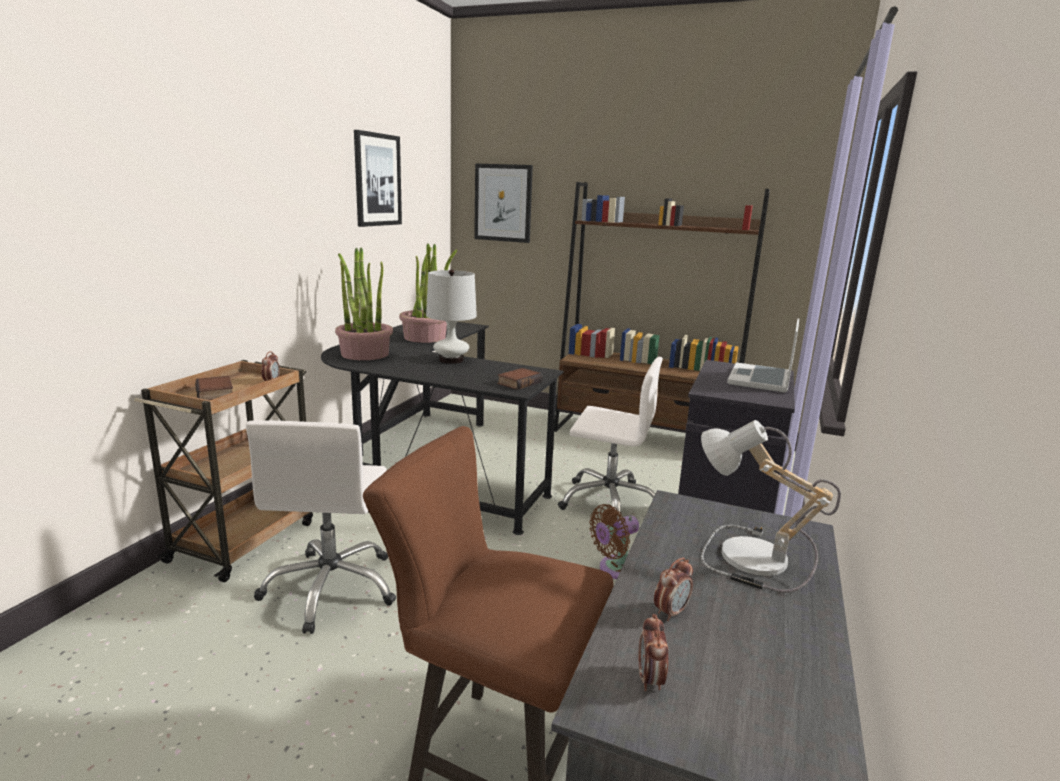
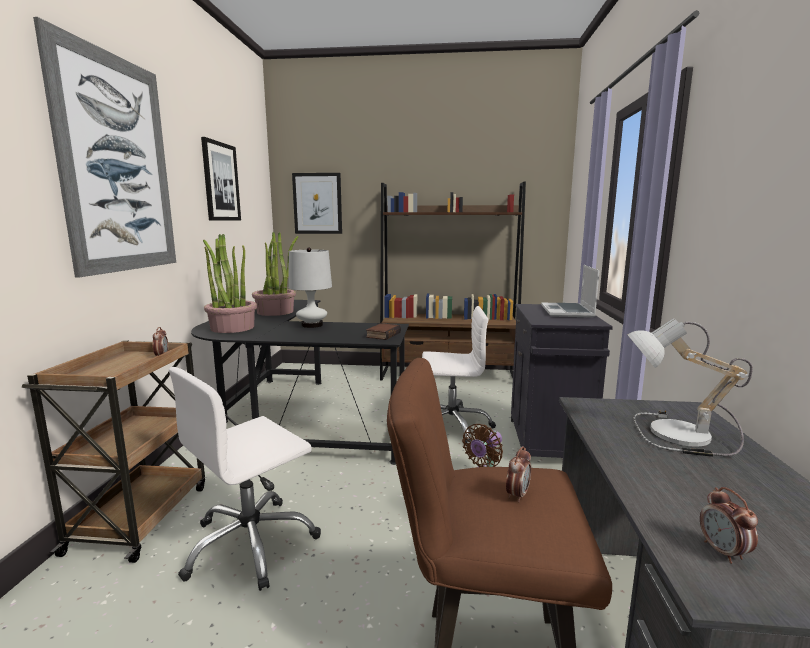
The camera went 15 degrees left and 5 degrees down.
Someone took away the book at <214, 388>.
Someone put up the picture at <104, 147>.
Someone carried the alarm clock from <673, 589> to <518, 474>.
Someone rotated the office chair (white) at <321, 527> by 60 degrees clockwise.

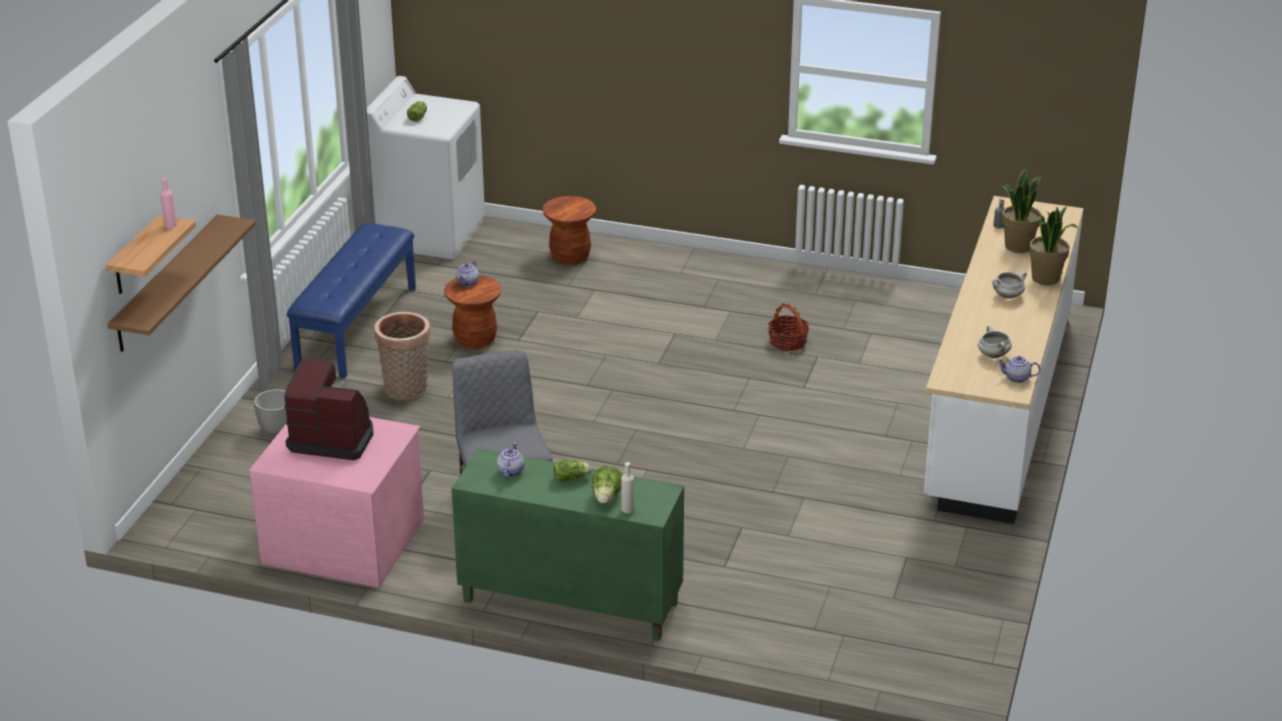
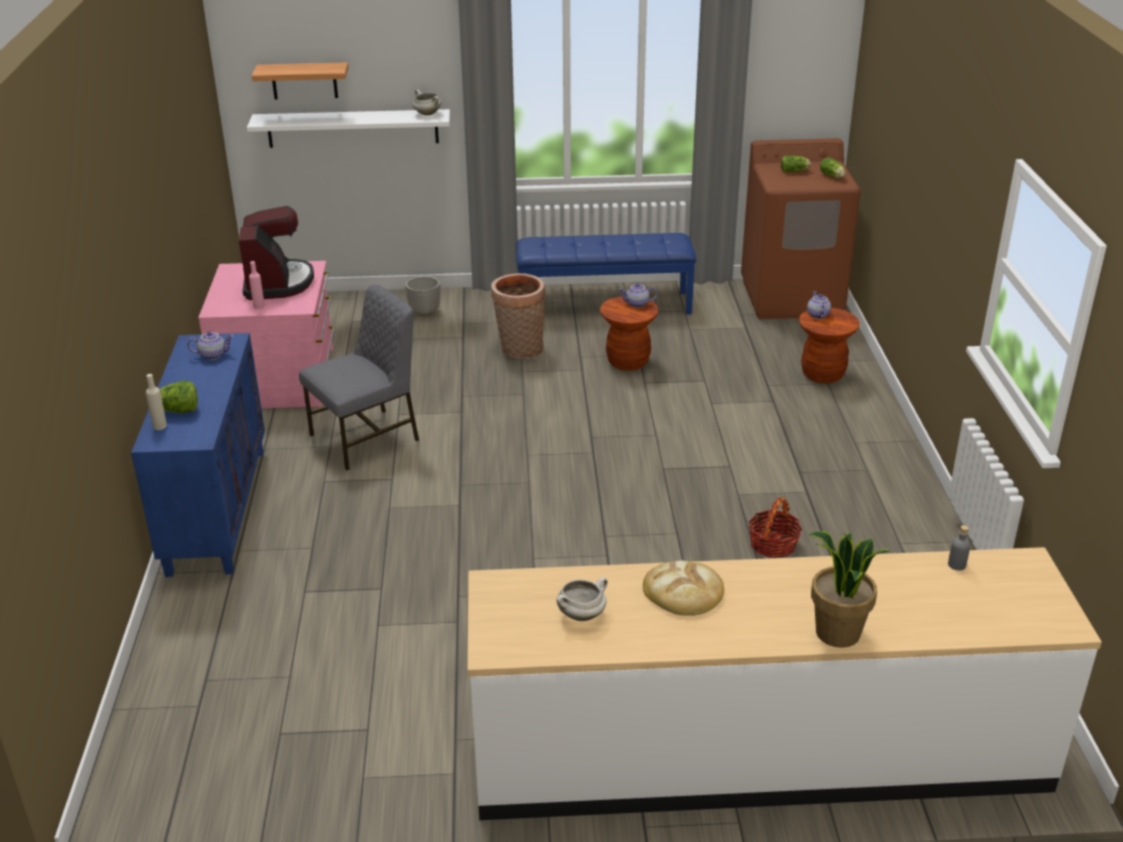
The camera went 70 degrees right and 0 degrees up.
Someone took away the potted plant at <1021, 210>.
Someone put down the bread at <683, 588>.
Someone carried the bottle (pink) from <168, 203> to <257, 285>.
Someone carried the lettuce from <572, 470> to <832, 168>.
Someone carried the cooking pot (white) from <1009, 285> to <427, 103>.
Someone carried the teapot from <1018, 369> to <819, 305>.
Someone repainted the shelf (brown) at <181, 283>, which became the shelf (white) at <348, 128>.
Someone repainted the washing machine (white) at <426, 167>, which became the washing machine (brown) at <801, 228>.
Someone repainted the cabinet (green) at <568, 544>, which became the cabinet (blue) at <198, 455>.

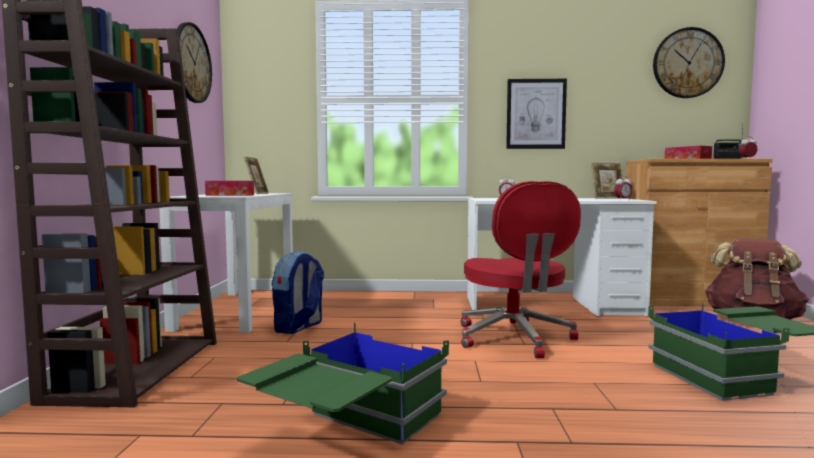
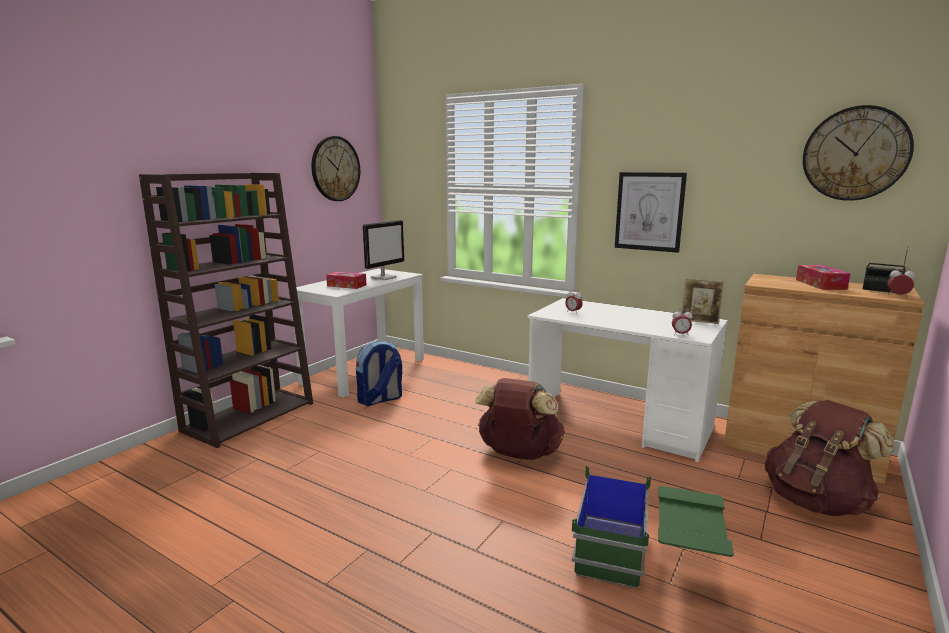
The camera went 30 degrees right and 10 degrees up.
Someone took away the storage box (green) at <343, 383>.
Someone swapped the picture frame at <256, 175> for the monitor at <383, 250>.
Someone swapped the office chair (red) at <521, 269> for the backpack (brown) at <520, 419>.

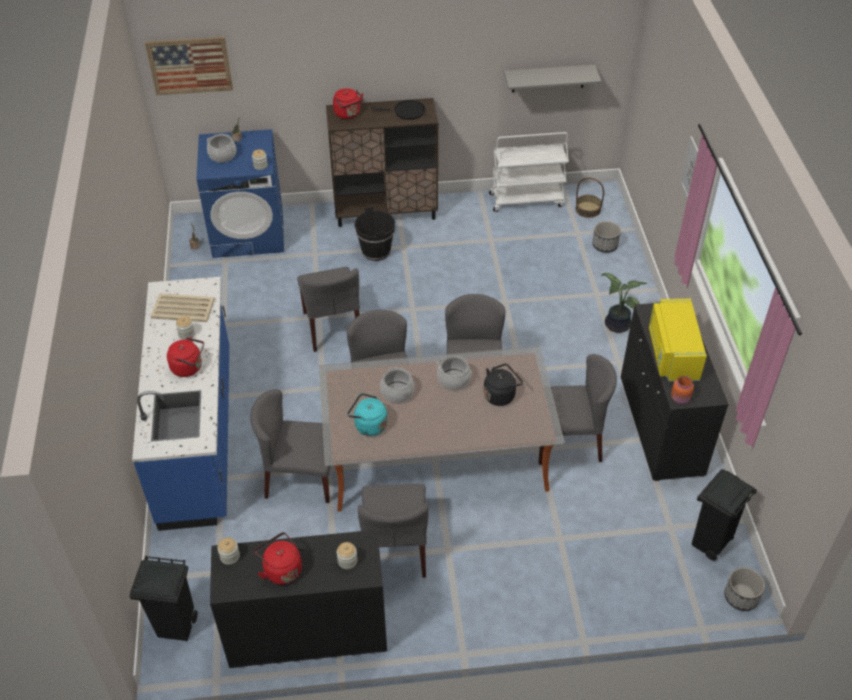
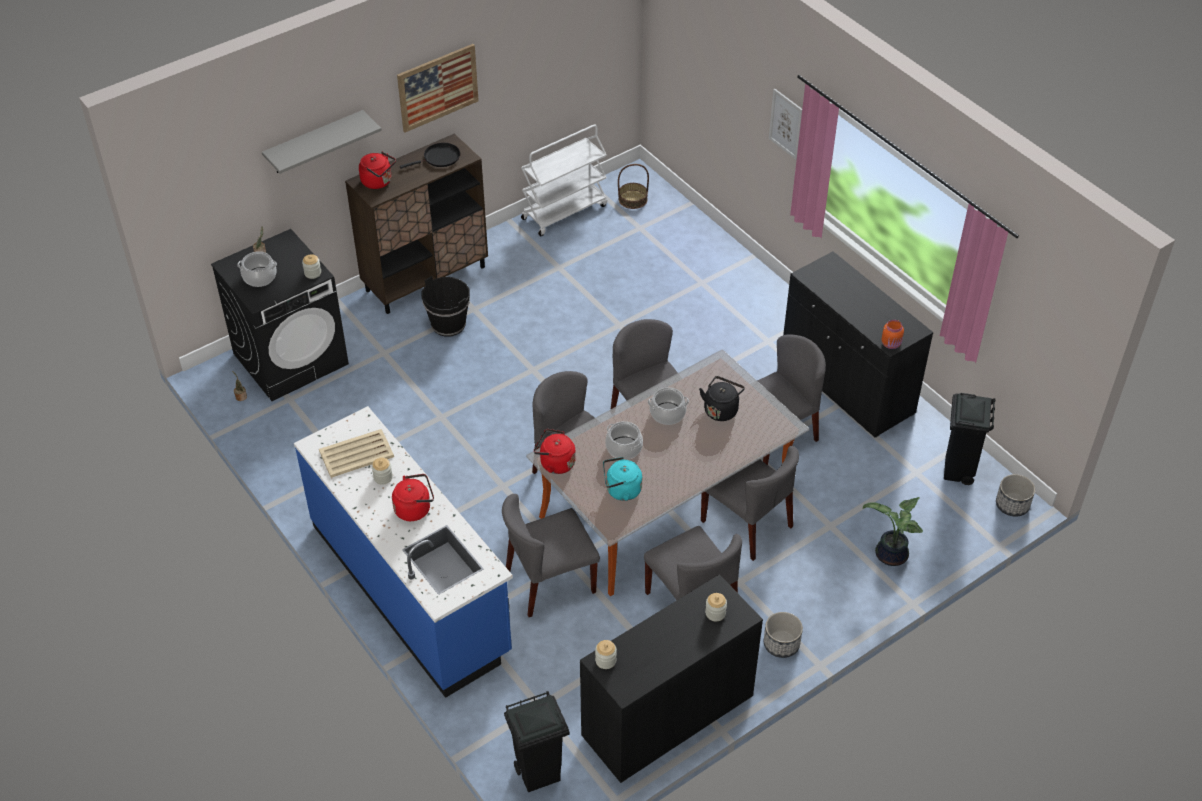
The camera went 30 degrees left and 0 degrees up.
Someone took away the microwave (yellow) at <678, 340>.
Someone carried the picture from <189, 65> to <438, 88>.
Someone carried the kettle (red) from <278, 558> to <555, 451>.
Someone carried the chair (grey) from <328, 309> to <750, 503>.
Someone carried the shelf (grey) from <552, 78> to <322, 142>.
Someone carried the planter from <606, 237> to <783, 635>.
Someone carried the potted plant from <624, 303> to <893, 531>.
Someone repainted the washing machine (blue) at <240, 193>, which became the washing machine (black) at <280, 315>.

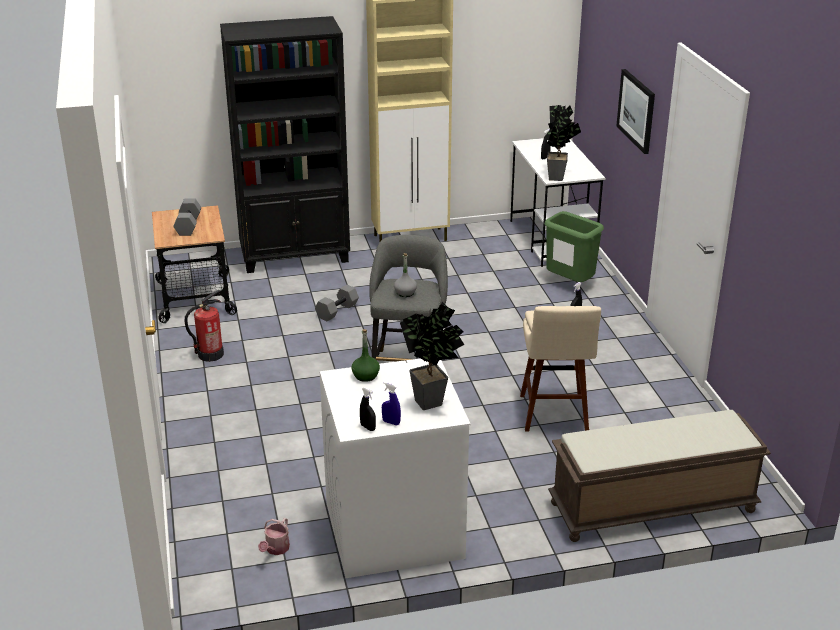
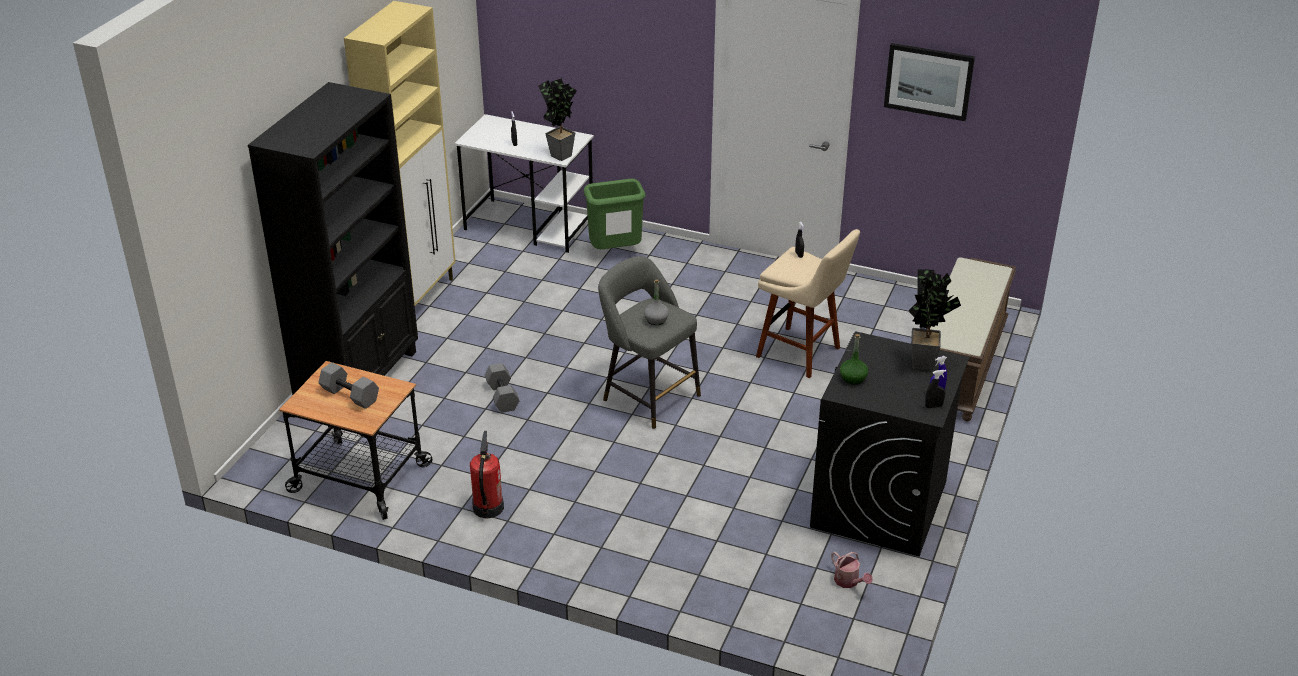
The camera went 55 degrees left and 5 degrees up.
Someone carried the picture from <635, 111> to <929, 82>.
Someone repainted the washing machine (white) at <395, 468>, which became the washing machine (black) at <889, 444>.

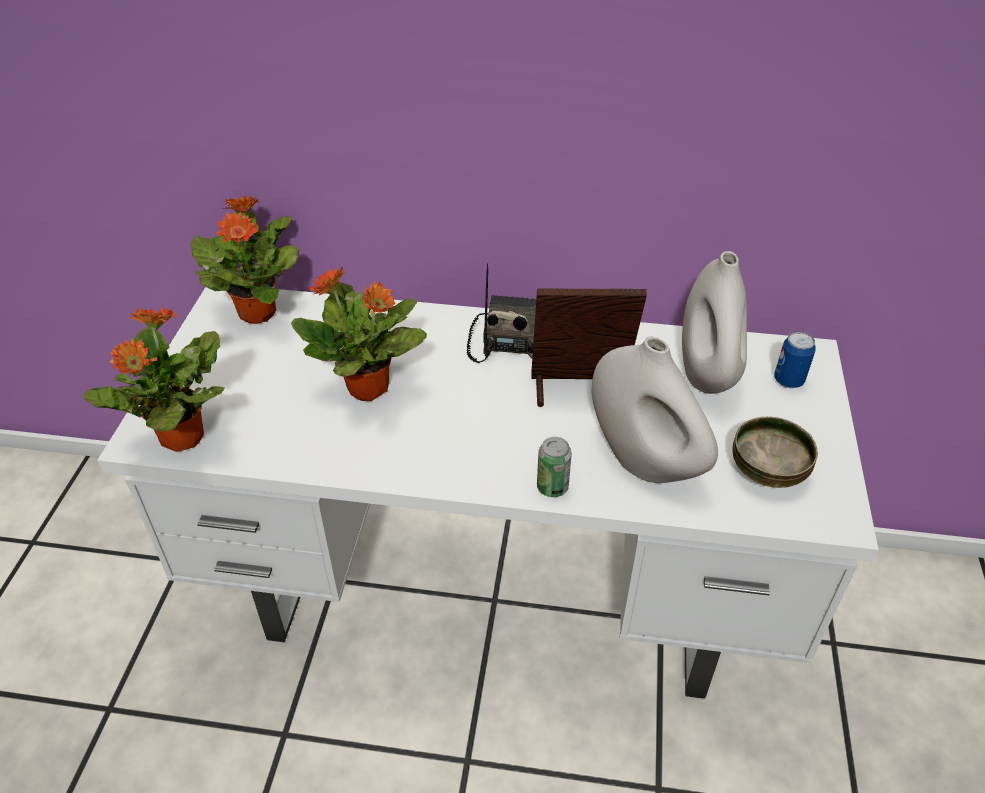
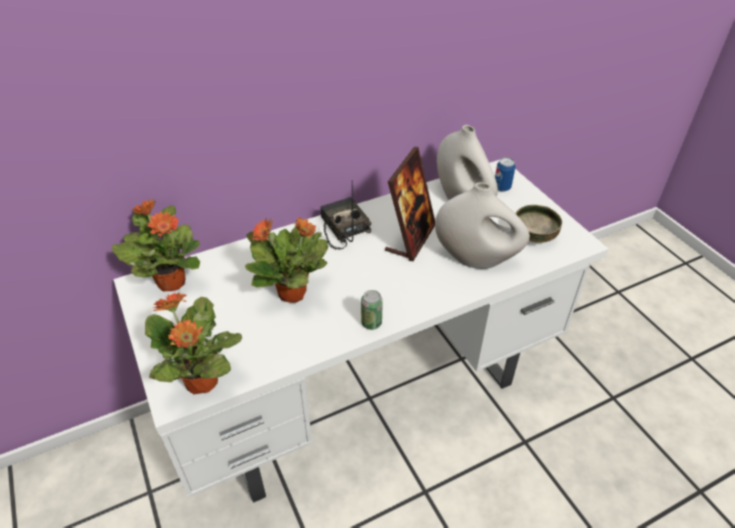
The camera went 35 degrees left and 0 degrees up.
Someone carried the can from <554, 467> to <372, 310>.
Someone rotated the picture frame at <589, 348> by 150 degrees clockwise.

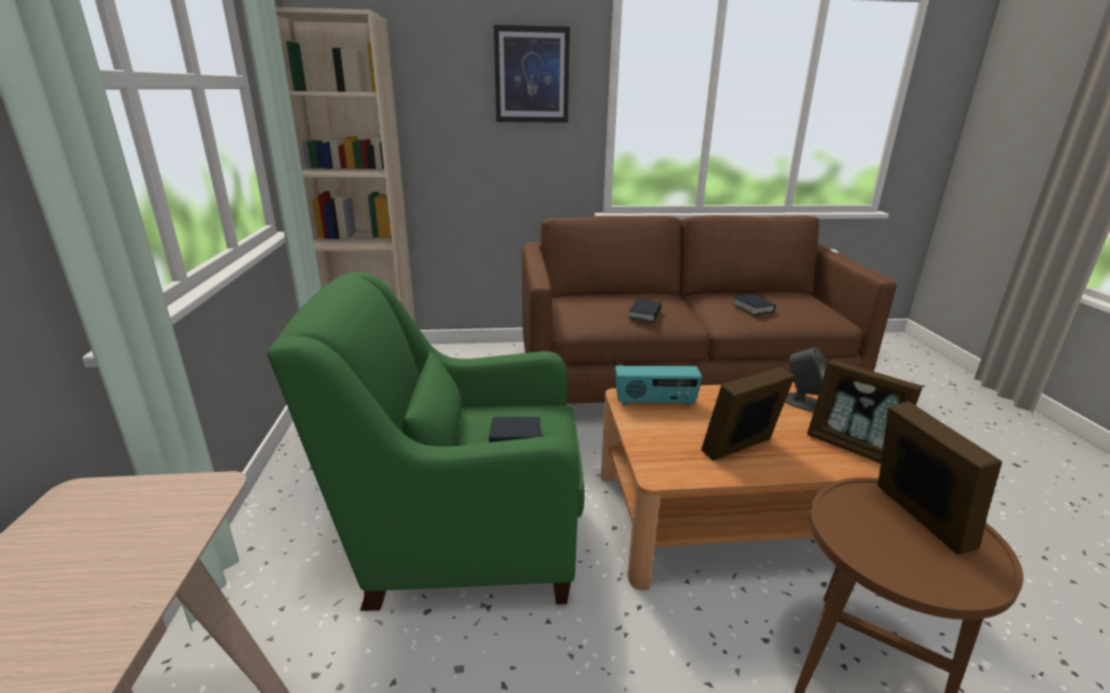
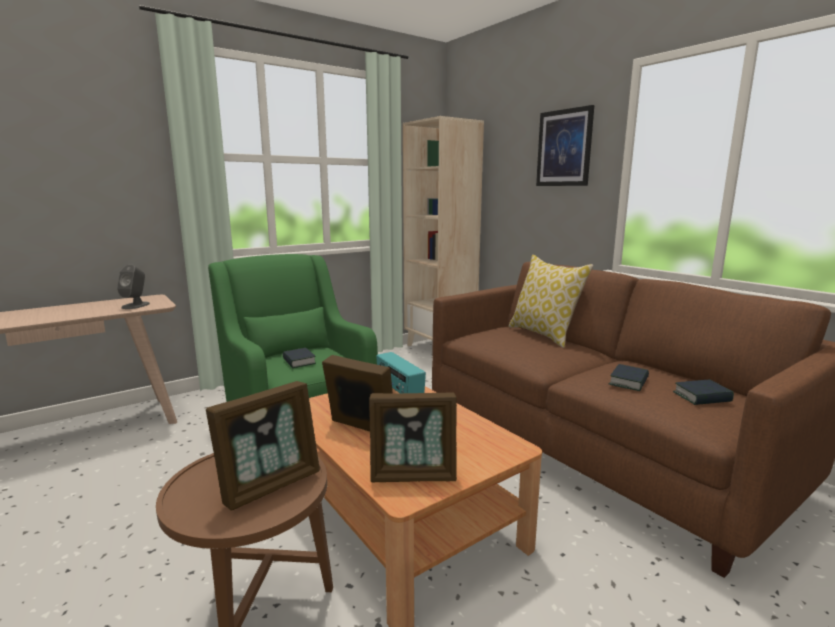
The camera went 60 degrees right and 10 degrees down.
Someone put down the pillow at <550, 301>.
Someone carried the book from <645, 310> to <703, 392>.
Someone carried the speaker (grey) from <805, 379> to <133, 286>.
Someone rotated the picture frame at <864, 412> by 105 degrees counterclockwise.

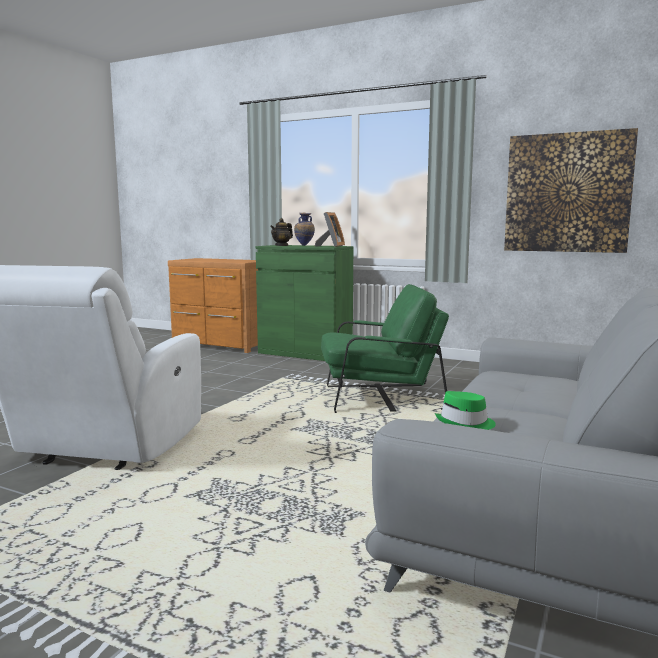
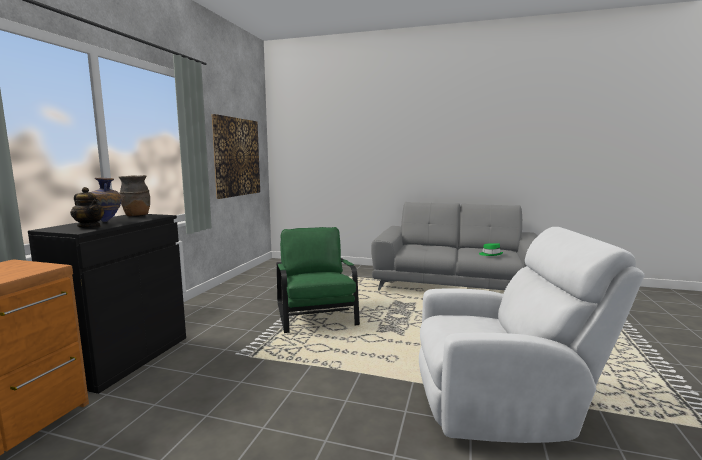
The camera went 100 degrees left and 0 degrees up.
Someone swapped the picture frame at <330, 229> for the vase (brown) at <134, 196>.
Someone repainted the cabinet (green) at <304, 303>, which became the cabinet (black) at <107, 304>.

